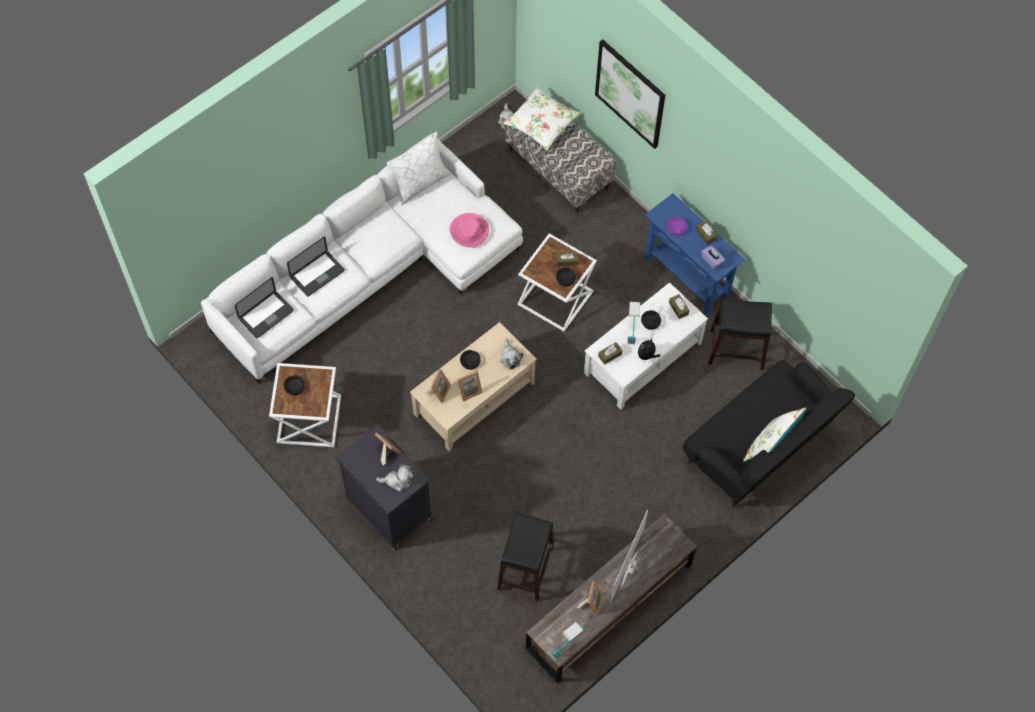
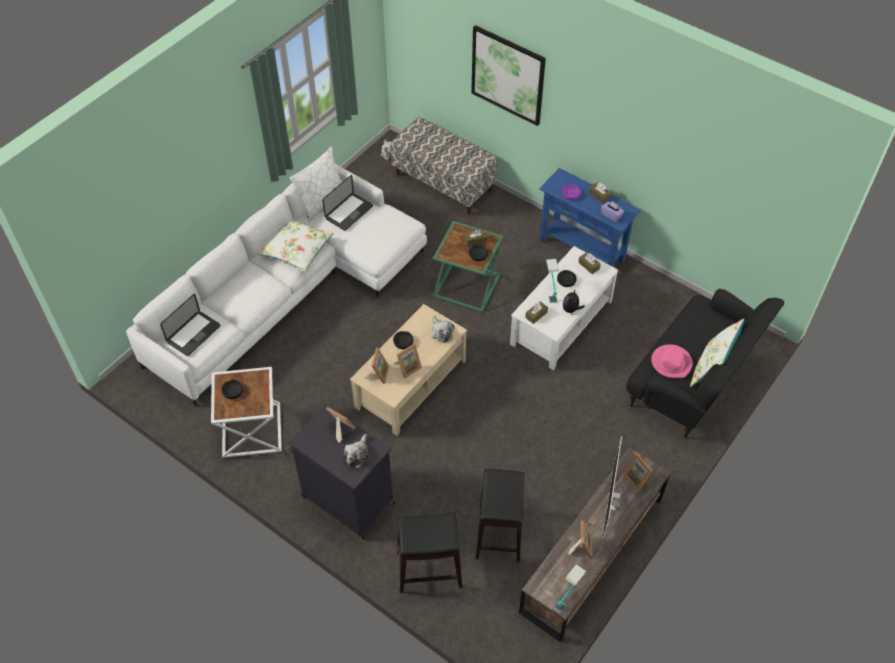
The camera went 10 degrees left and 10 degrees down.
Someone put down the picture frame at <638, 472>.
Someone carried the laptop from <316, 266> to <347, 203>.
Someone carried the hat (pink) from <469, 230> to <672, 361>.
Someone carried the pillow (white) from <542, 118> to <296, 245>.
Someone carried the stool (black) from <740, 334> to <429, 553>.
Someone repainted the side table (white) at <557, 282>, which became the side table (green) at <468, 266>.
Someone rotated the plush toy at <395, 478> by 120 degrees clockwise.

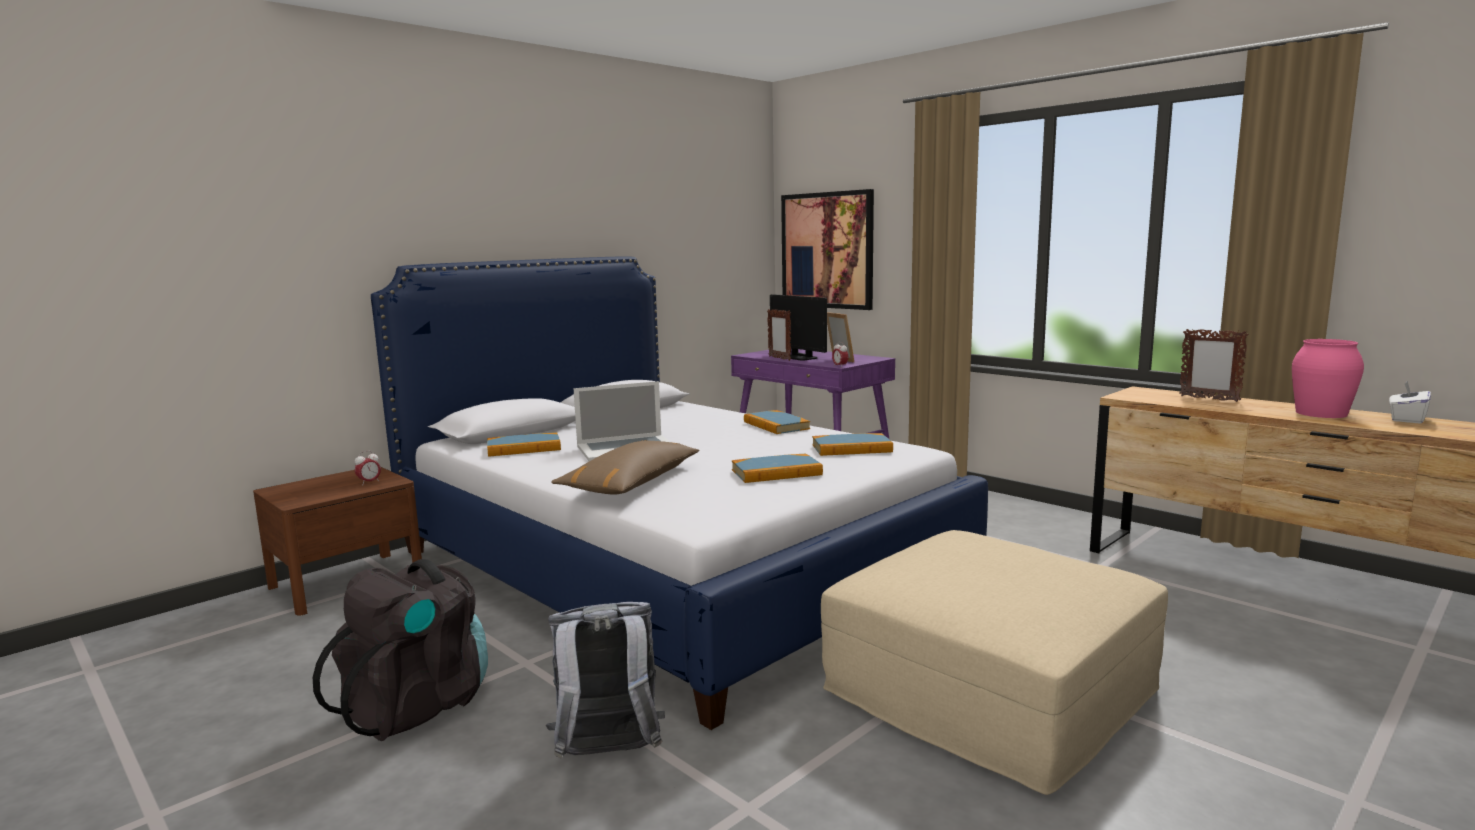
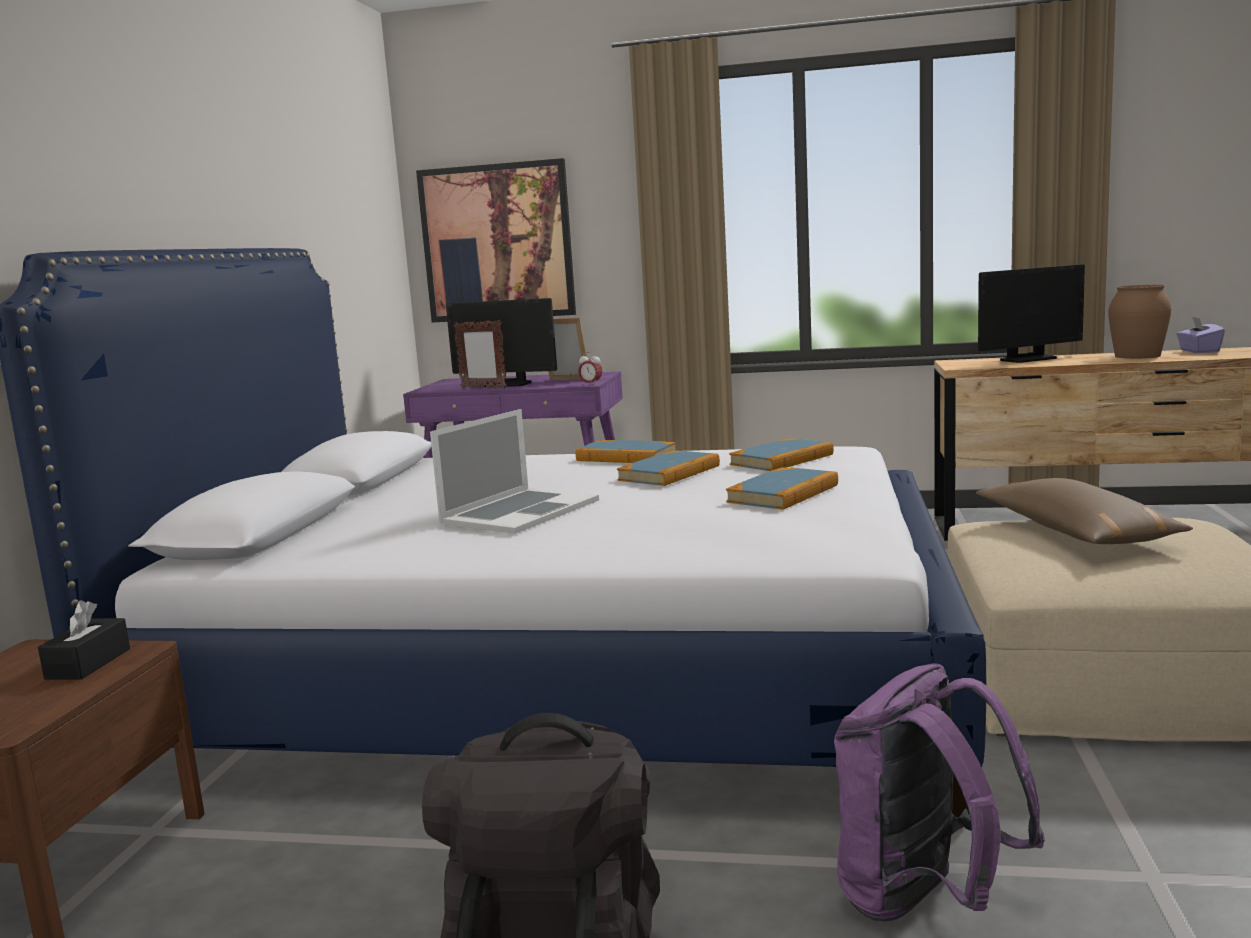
The camera went 35 degrees left and 0 degrees up.
Someone carried the book from <524, 444> to <668, 468>.
Someone carried the pillow (brown) from <625, 467> to <1084, 511>.
Someone swapped the alarm clock at <368, 467> for the tissue box (black) at <84, 640>.
Someone swapped the picture frame at <1214, 365> for the monitor at <1031, 313>.
Someone repainted the backpack (grey) at <605, 680>, which became the backpack (purple) at <939, 792>.
Someone repainted the vase (pink) at <1328, 378>, which became the vase (brown) at <1139, 322>.
Someone repainted the tissue box (white) at <1410, 402>, which became the tissue box (purple) at <1201, 335>.

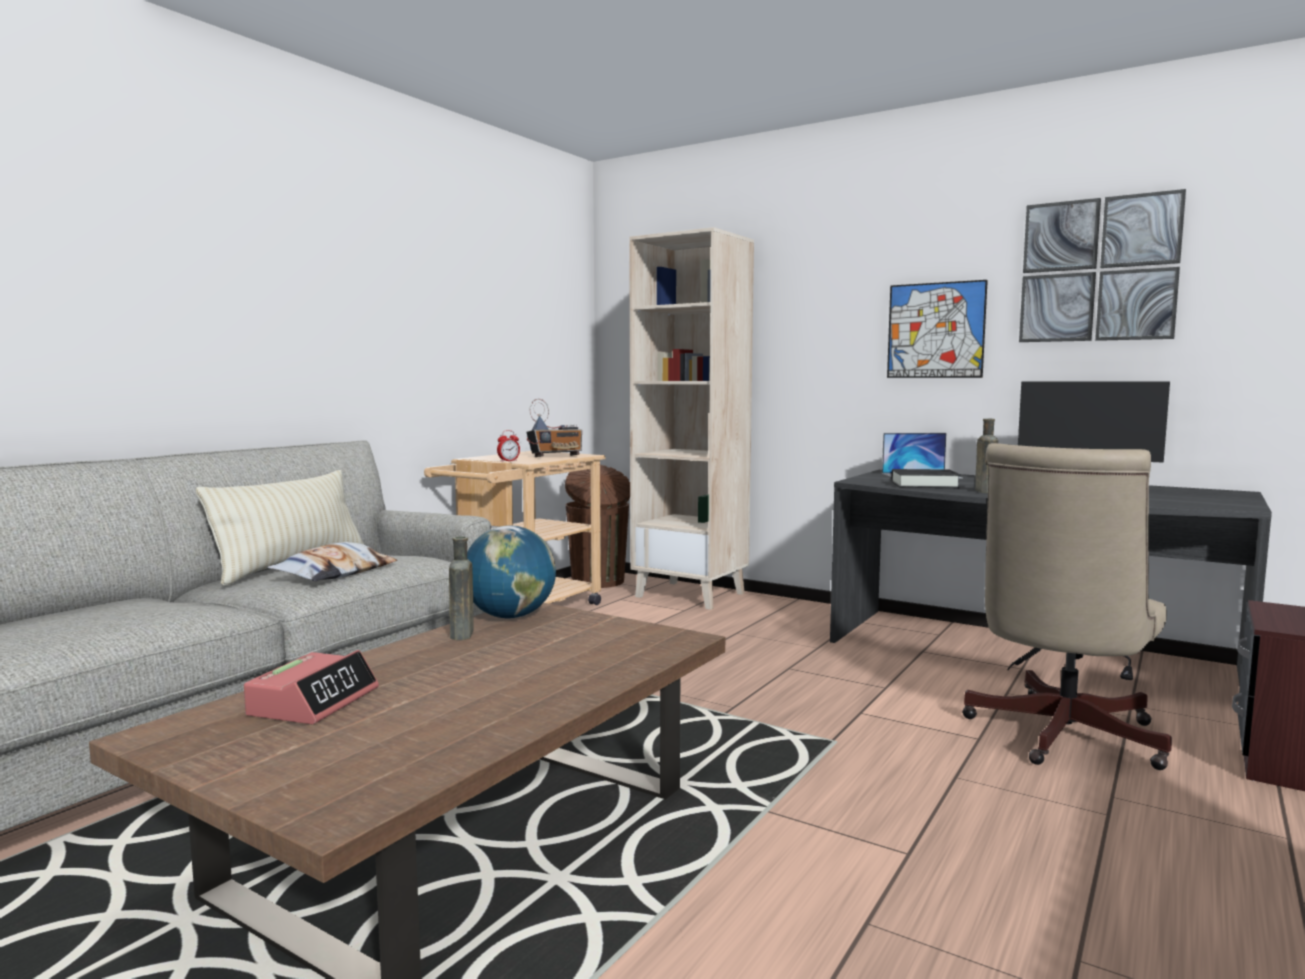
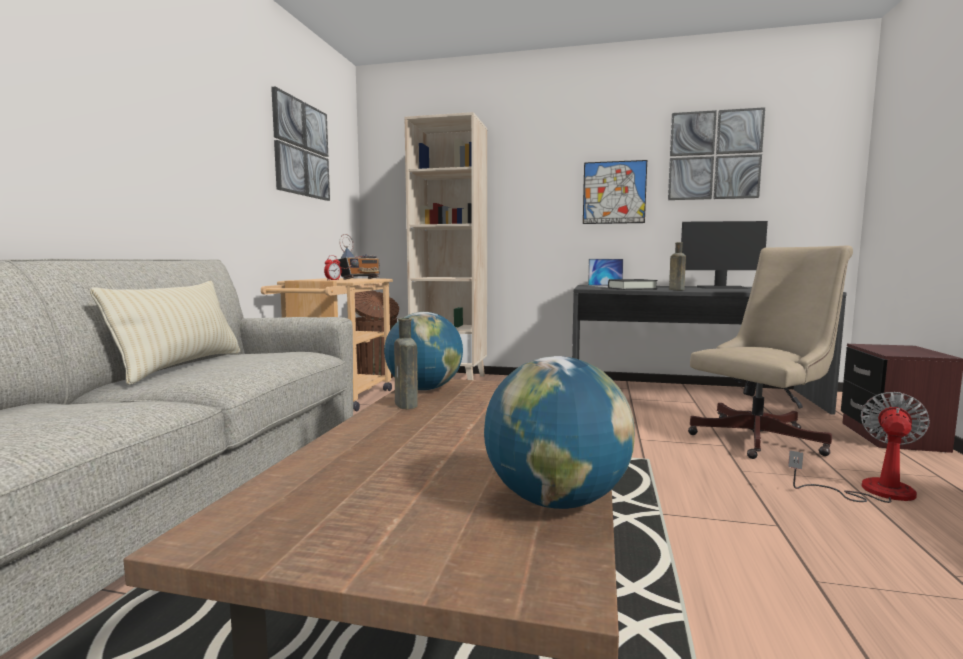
The camera went 20 degrees left and 0 degrees up.
Someone took away the alarm clock at <311, 687>.
Someone took away the pillow at <332, 561>.
Someone put up the picture at <300, 144>.
Someone put down the globe at <559, 432>.
Someone put down the fan at <859, 447>.
Someone rotated the office chair (beige) at <1067, 606> by 135 degrees counterclockwise.

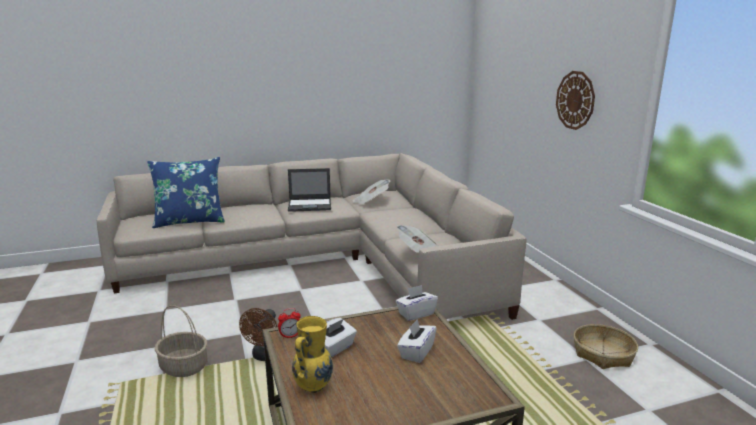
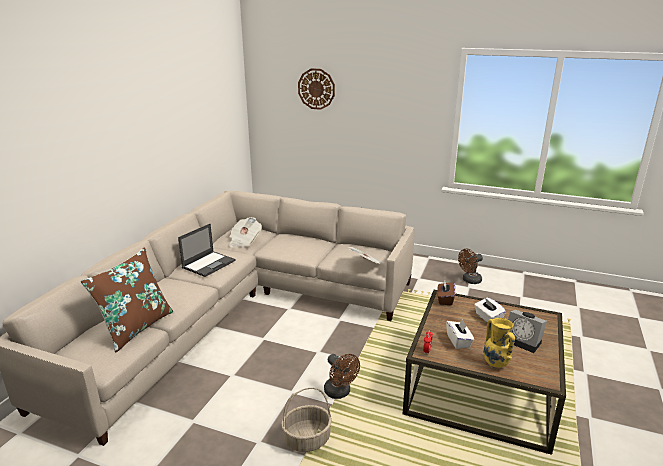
The camera went 50 degrees left and 5 degrees up.
Someone put down the alarm clock at <527, 331>.
Someone carried the wall clock from <575, 100> to <316, 89>.
Someone swapped the basket at <606, 346> for the fan (brown) at <470, 266>.
Someone repainted the pillow (blue) at <186, 192>, which became the pillow (brown) at <127, 299>.
Someone repainted the tissue box (white) at <416, 303>, which became the tissue box (brown) at <446, 293>.

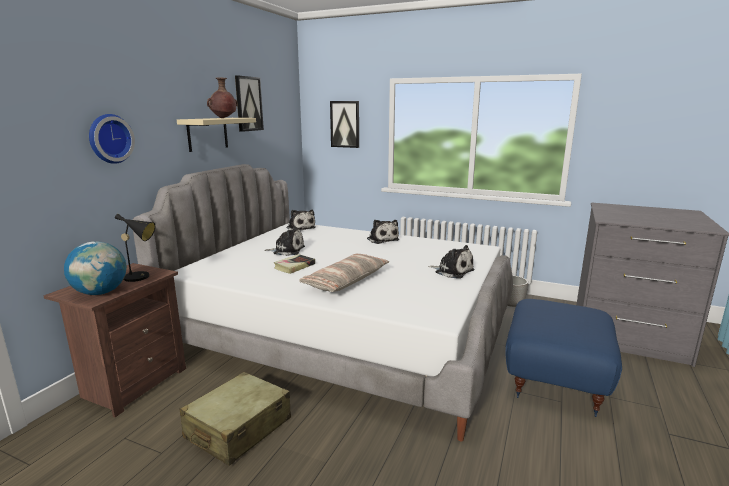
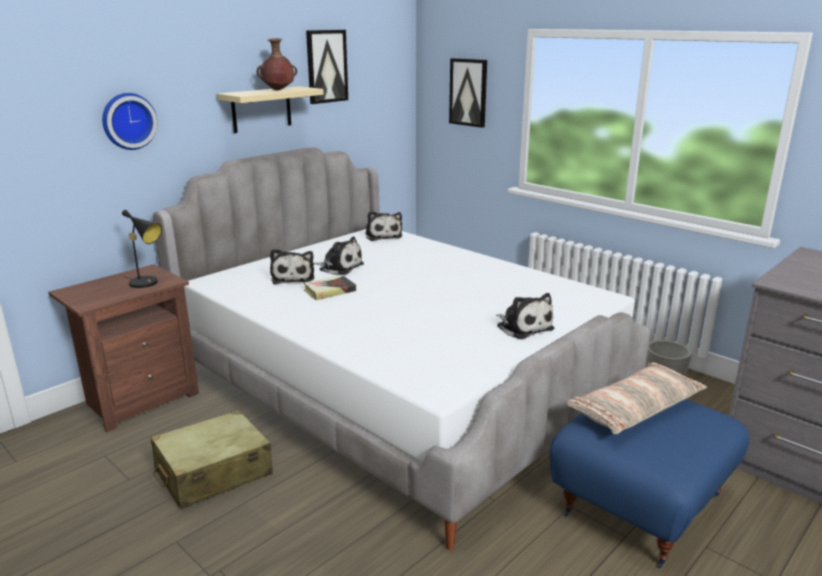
The camera went 20 degrees right and 5 degrees up.
Someone took away the globe at <95, 268>.
Someone carried the pillow from <344, 273> to <637, 398>.
Someone carried the plush toy from <383, 232> to <292, 266>.

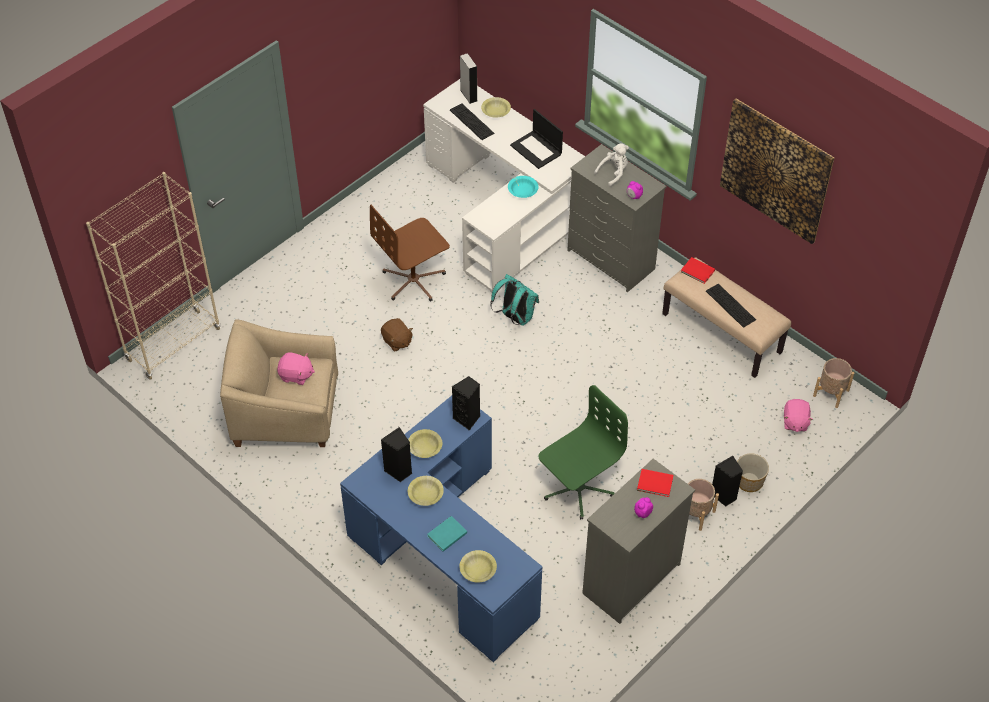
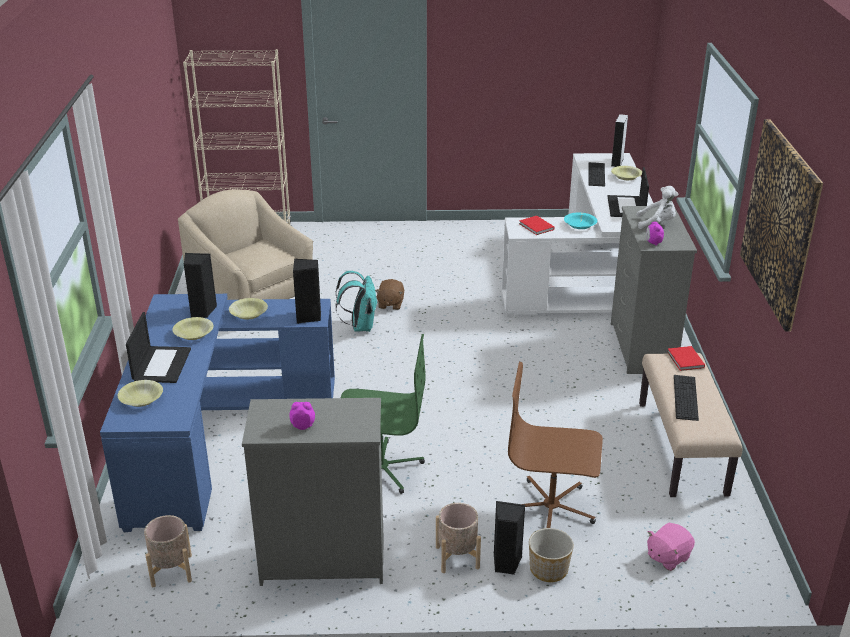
The camera went 45 degrees right and 20 degrees down.
Someone took away the plush toy (pink) at <296, 368>.
Someone carried the office chair (brown) from <410, 253> to <555, 445>.
Someone carried the backpack (turquoise) from <514, 300> to <356, 301>.
Someone carried the book (red) from <655, 483> to <536, 225>.
Someone carried the planter (beige) from <833, 383> to <168, 551>.
Someone swapped the book (turquoise) at <447, 534> for the laptop at <158, 347>.

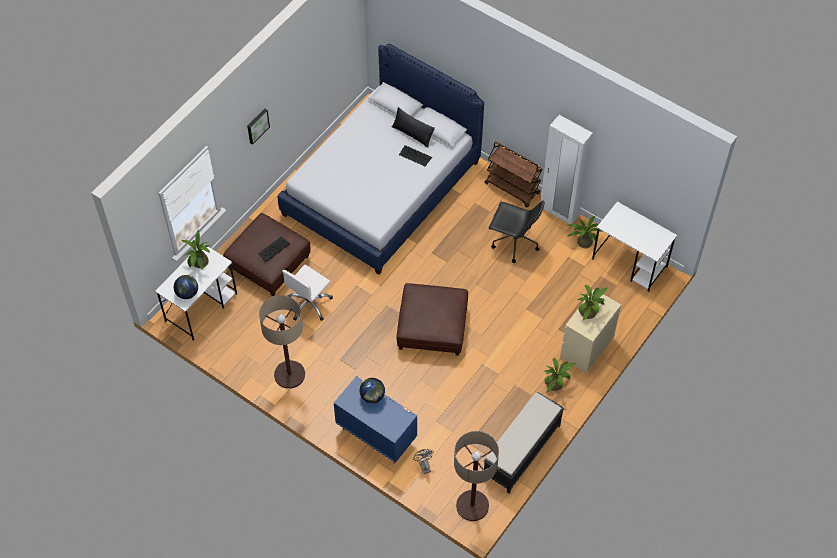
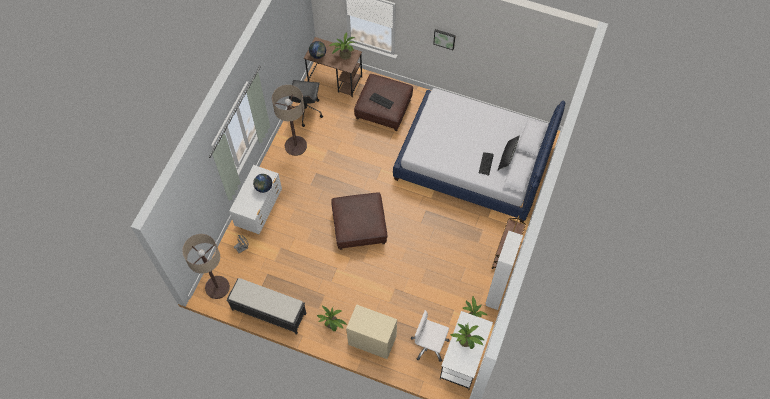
The camera went 75 degrees right and 5 degrees up.
Someone carried the office chair (white) from <307, 293> to <430, 336>.
Someone carried the office chair (black) from <516, 231> to <306, 103>.
Someone carried the potted plant from <591, 303> to <467, 336>.
Someone repainted the desk (white) at <196, 291>, which became the desk (brown) at <333, 67>.
Someone repainted the dresser (blue) at <375, 420>, which became the dresser (white) at <255, 200>.

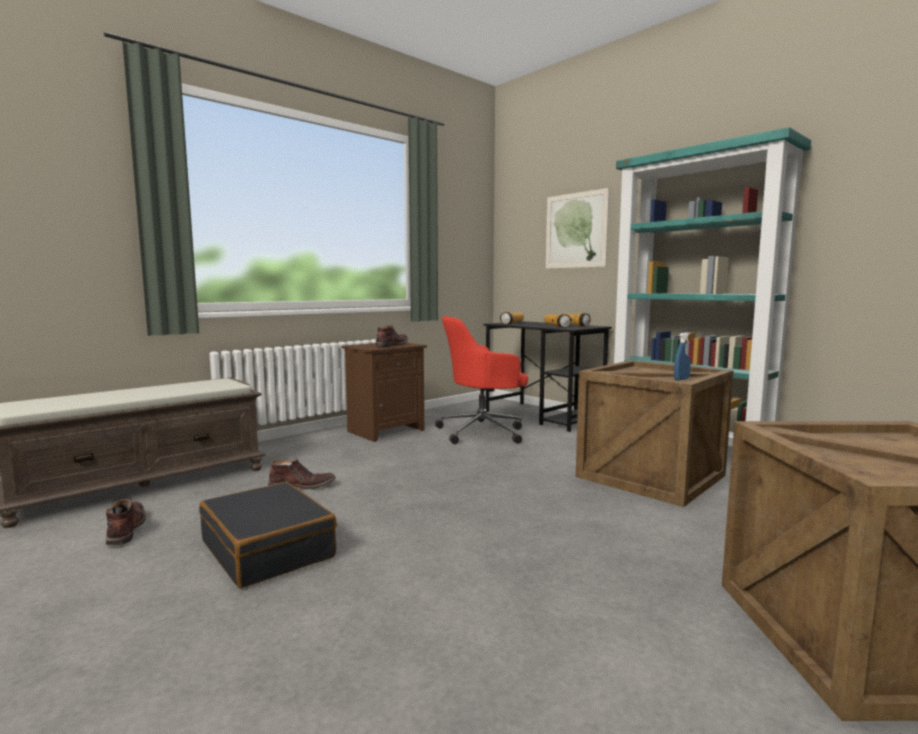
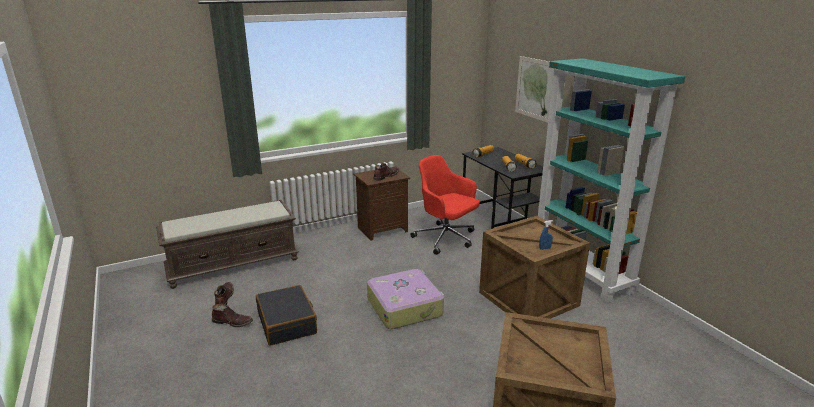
The camera went 15 degrees right and 15 degrees up.
Someone put down the suitcase at <405, 299>.
Someone carried the boot (brown) from <302, 473> to <232, 315>.
Someone rotated the office chair (red) at <481, 380> by 45 degrees clockwise.

